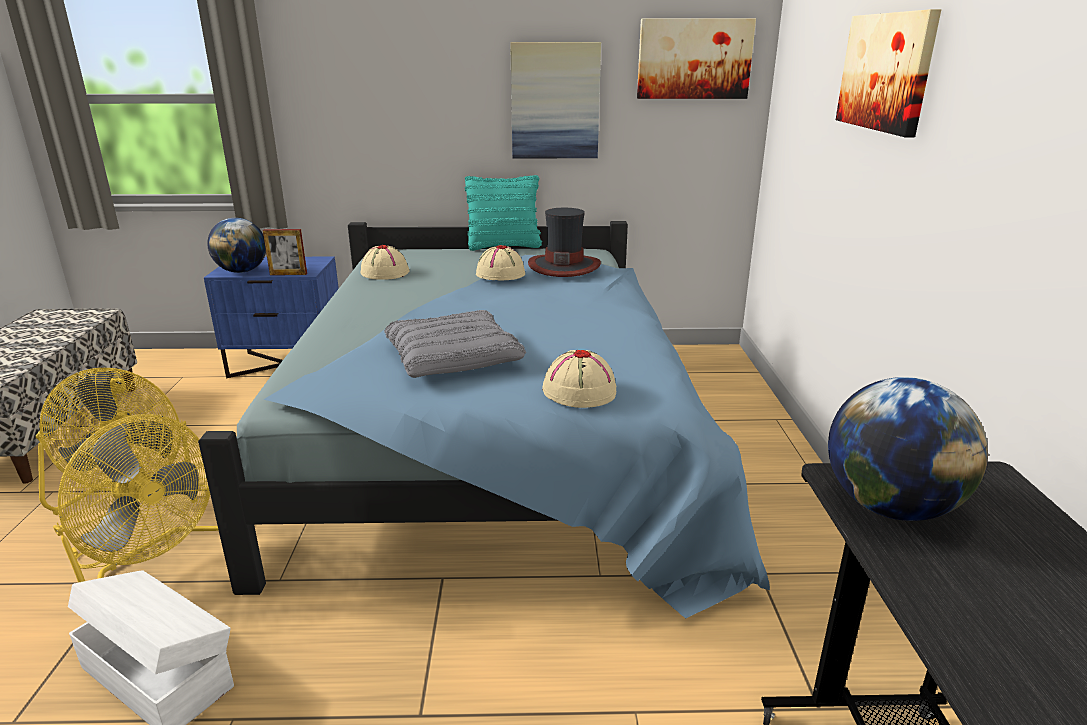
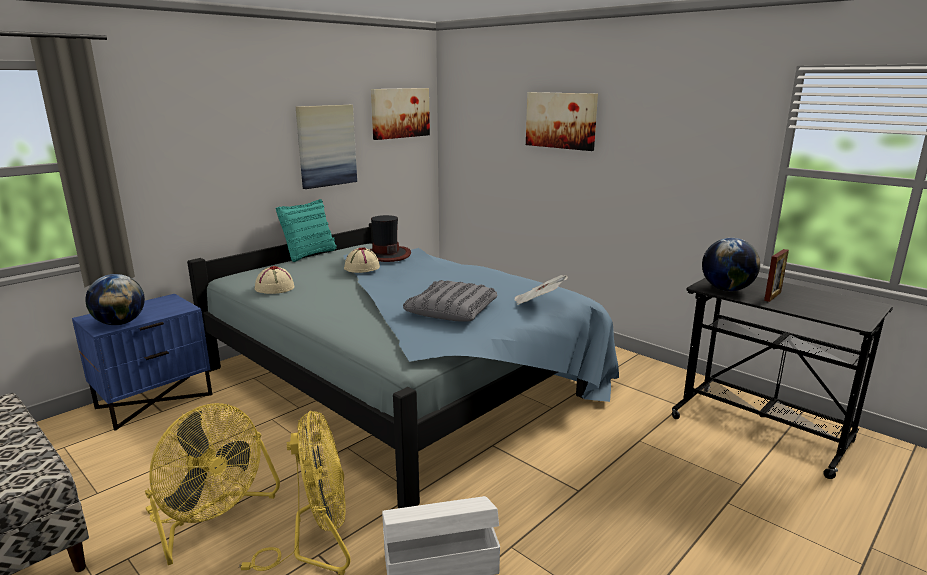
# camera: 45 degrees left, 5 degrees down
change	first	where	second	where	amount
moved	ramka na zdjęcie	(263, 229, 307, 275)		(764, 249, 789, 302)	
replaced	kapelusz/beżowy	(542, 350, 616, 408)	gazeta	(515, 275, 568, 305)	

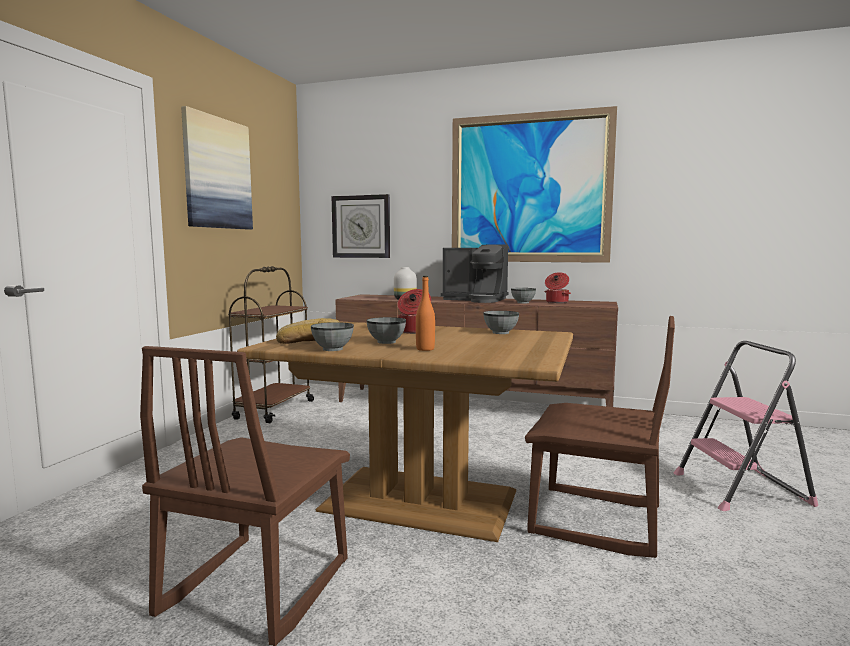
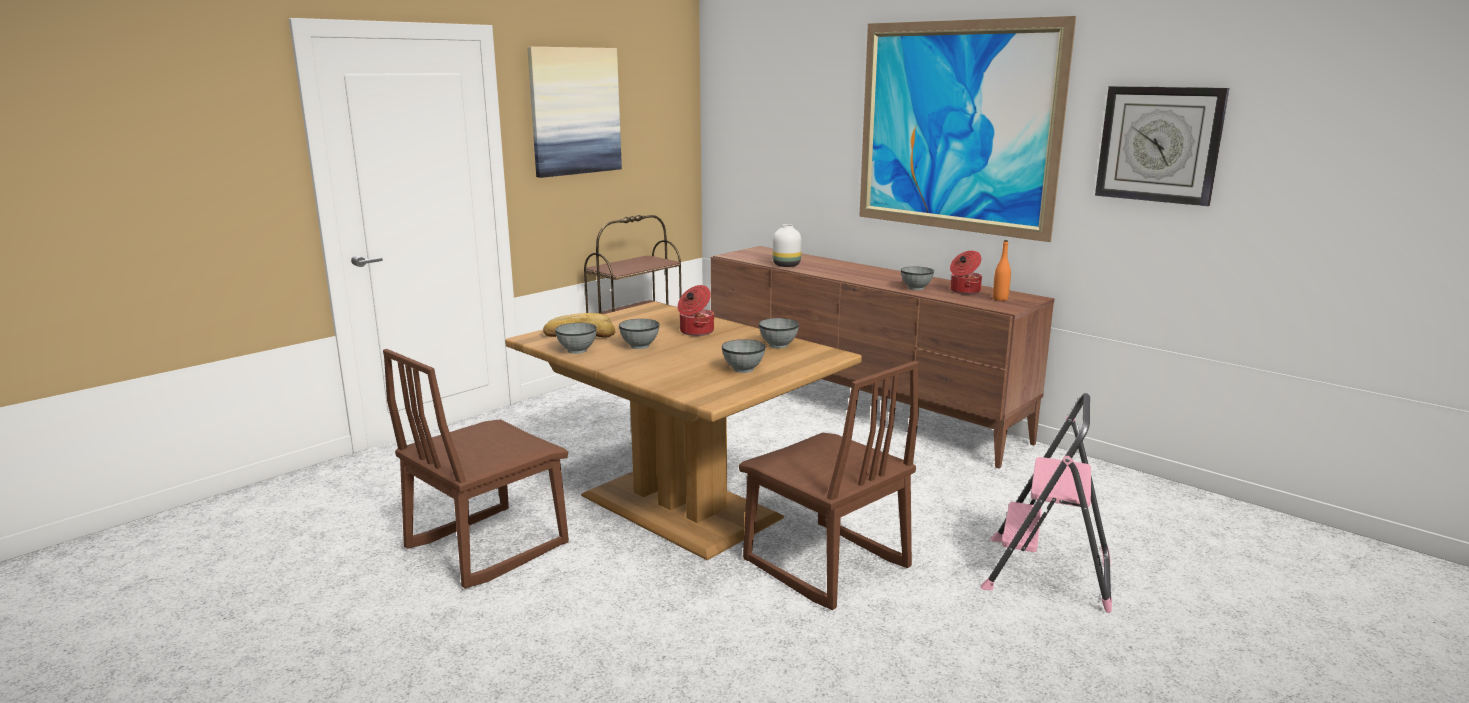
# camera: 25 degrees right, 10 degrees up
change	first	where	second	where	amount
moved	zegar ścienny	(332, 194, 390, 258)		(1095, 86, 1229, 206)	
moved	butelka/pomarańczowy	(416, 276, 435, 351)		(993, 240, 1011, 301)	
removed	ekspres do kawy	(441, 245, 508, 303)			
added			miska/szary	(722, 339, 765, 373)	

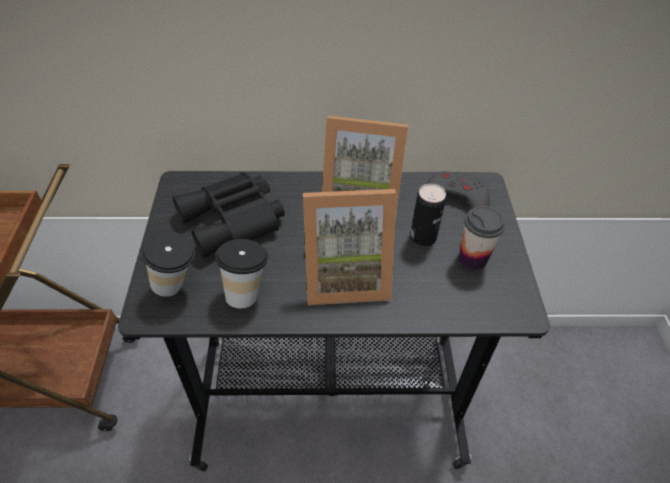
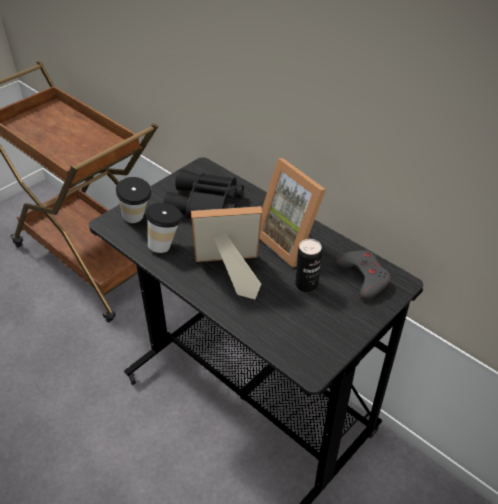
# camera: 45 degrees right, 5 degrees down
change	first	where	second	where	amount
turned	ramka na zdjęcie	(303, 189, 397, 305)		(191, 206, 262, 299)	135 degrees clockwise
removed	filiżanka	(459, 206, 506, 270)			

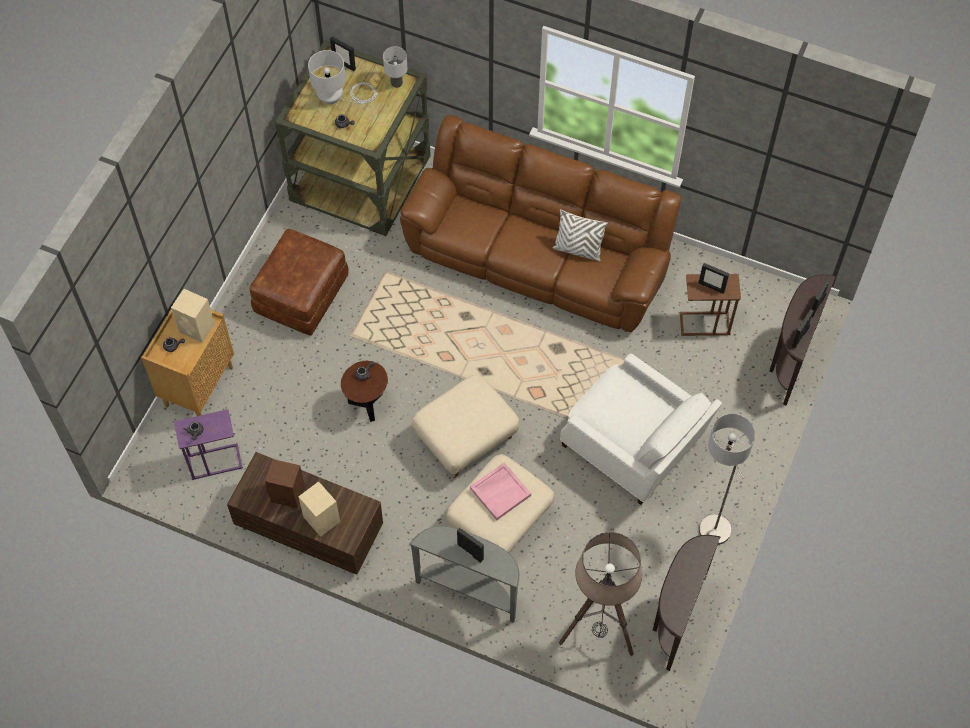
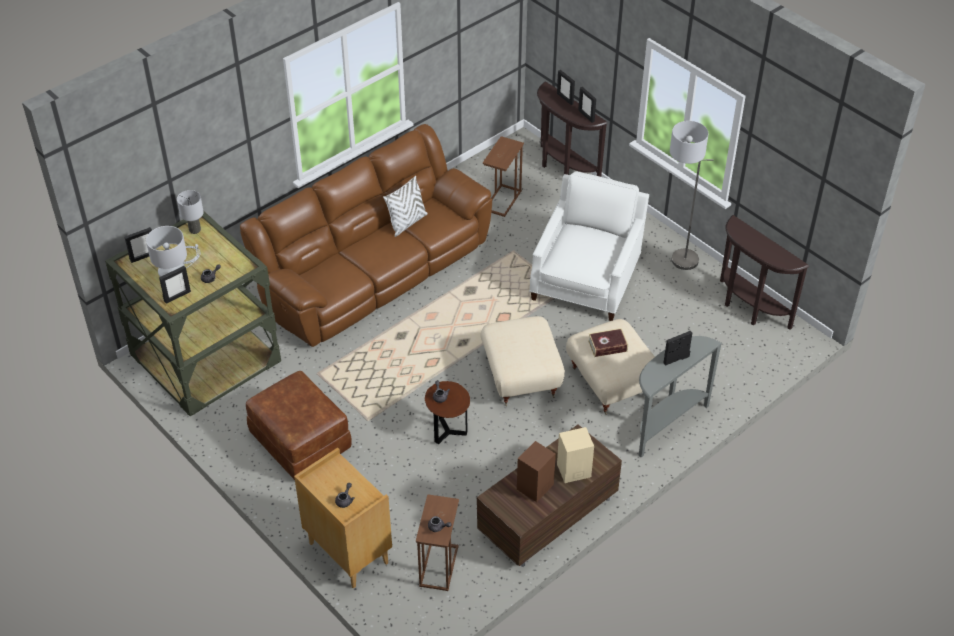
# camera: 65 degrees left, 15 degrees down
change	first	where	second	where	amount
removed	głośnik/beżowy	(171, 289, 215, 343)			
recoloured	stolik/fioletowy	(174, 409, 243, 480)	stolik/brązowy	(416, 494, 459, 591)	
replaced	taca/różowy	(470, 462, 531, 520)	książka	(588, 328, 628, 357)	
removed	lampa stojąca	(559, 532, 642, 656)			
turned	fotel/biały	(560, 353, 722, 505)		(530, 171, 649, 321)	45 degrees counterclockwise
moved	ramka na zdjęcie	(699, 263, 729, 294)		(159, 266, 191, 304)	

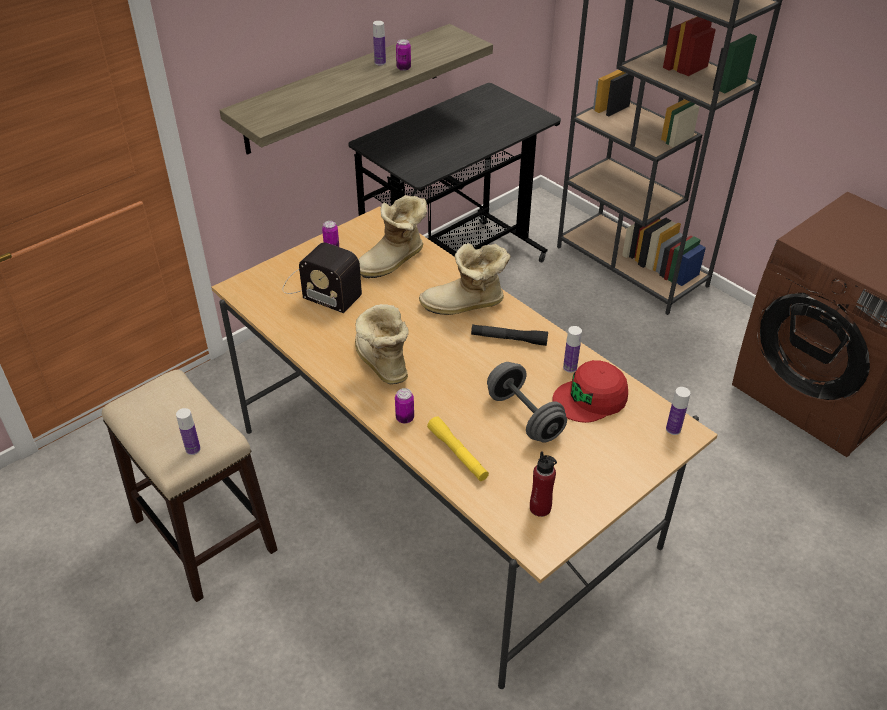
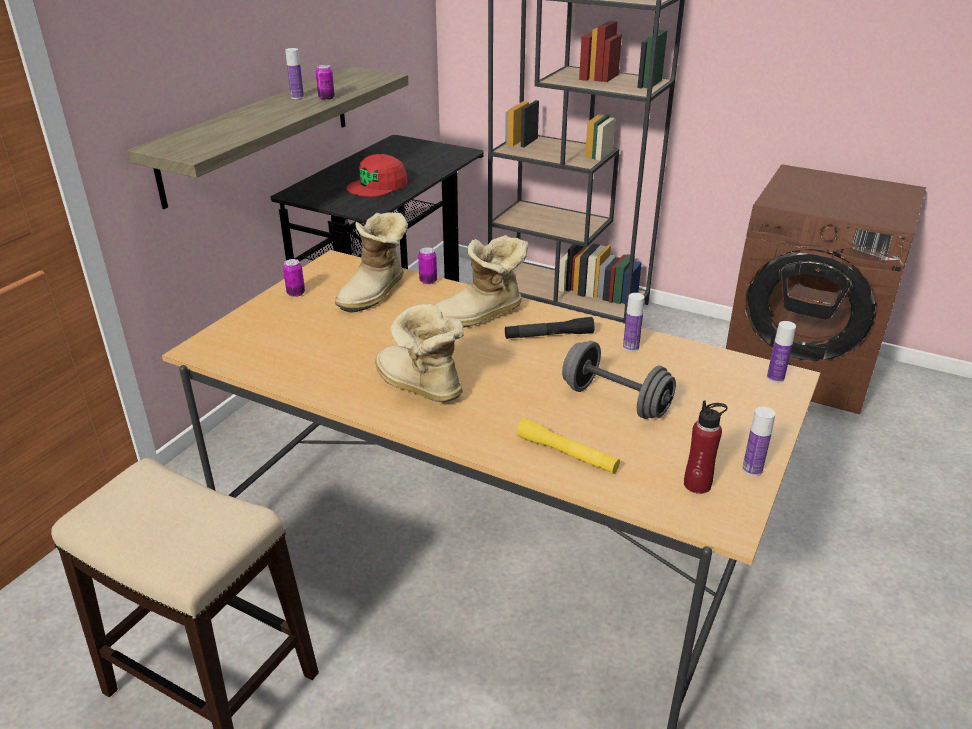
# camera: 20 degrees left, 10 degrees down
change	first	where	second	where	amount
moved	butelka	(176, 408, 201, 455)		(742, 407, 775, 476)	
removed	radio	(283, 242, 362, 313)			
moved	puszka	(395, 388, 414, 424)		(418, 247, 437, 284)	
moved	czapka z daszkiem/czerwony	(553, 360, 628, 423)		(346, 154, 408, 197)	

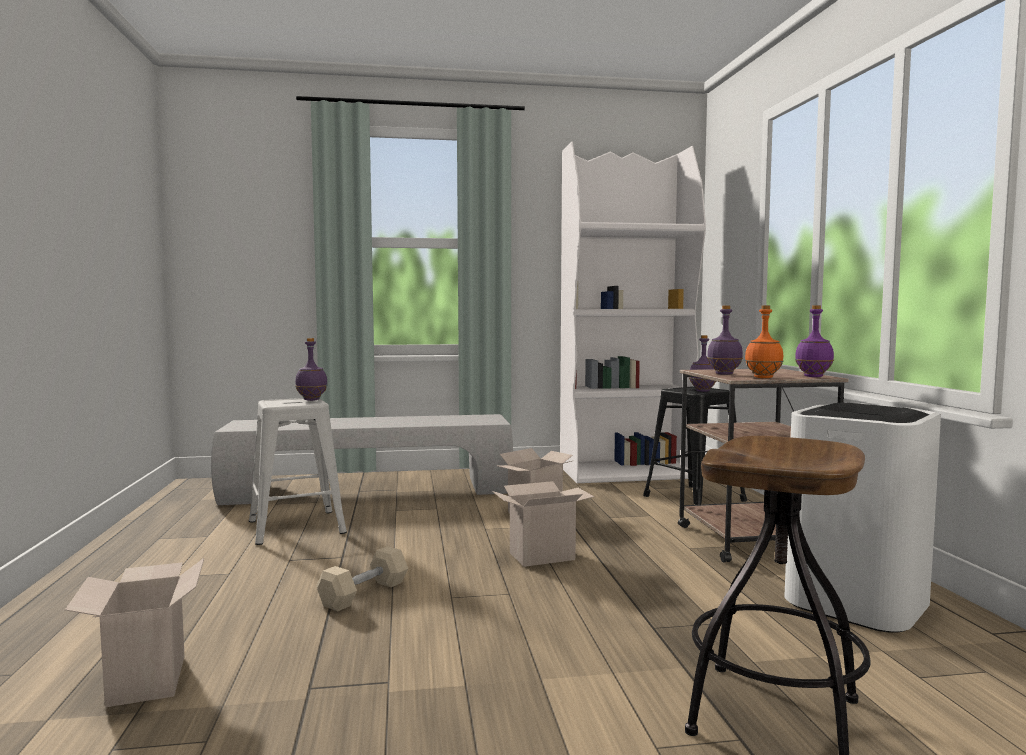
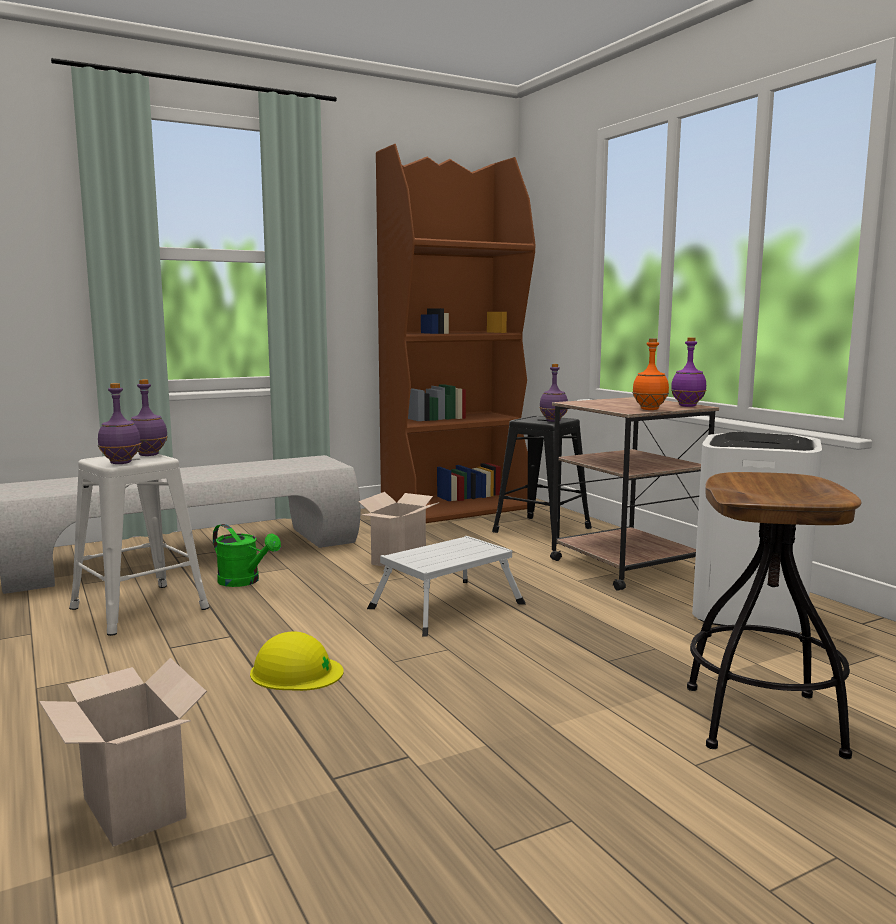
# camera: 20 degrees left, 5 degrees up
change	first	where	second	where	amount
replaced	hantel/beżowy	(316, 546, 408, 611)	kask/żółty	(250, 631, 344, 691)	
replaced	karton	(492, 481, 594, 567)	drabinka/biały	(367, 536, 526, 637)	
recoloured	regał/biały	(560, 141, 706, 483)	regał/brązowy	(376, 144, 535, 523)	
moved	butelka/fioletowy	(707, 305, 743, 375)		(98, 383, 141, 464)	
added			konewka/zielony	(213, 524, 281, 587)	

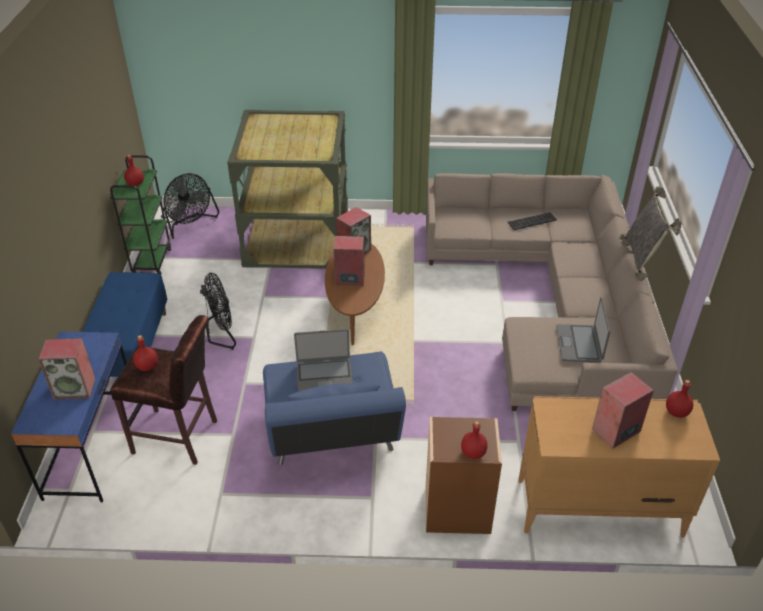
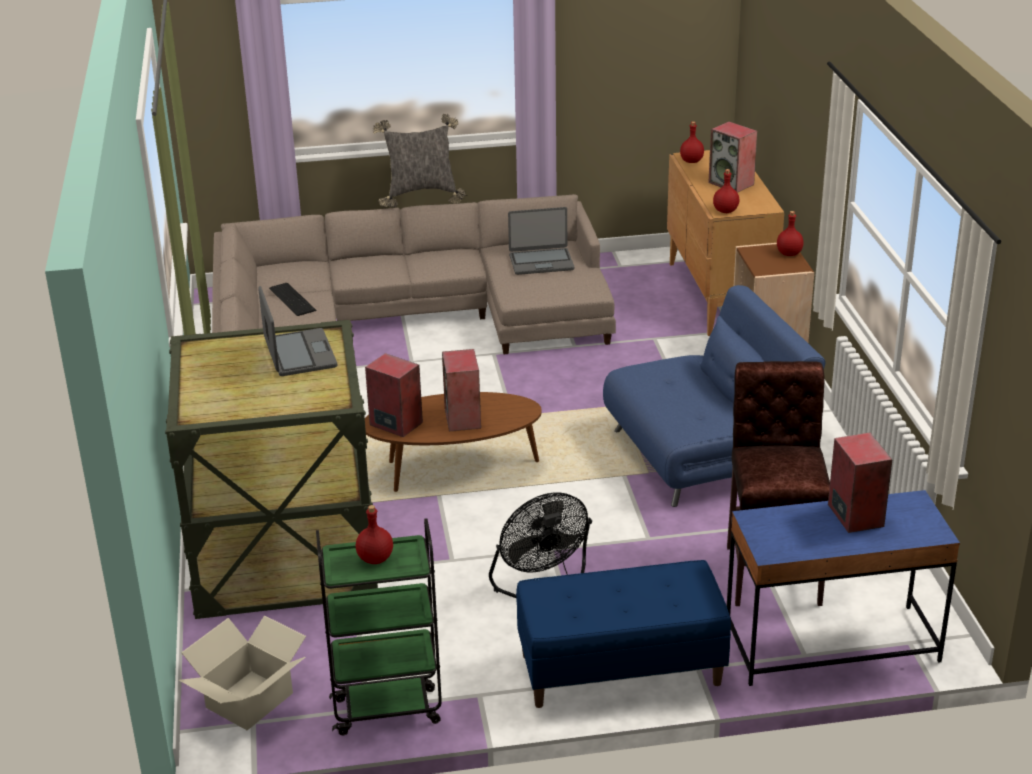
# camera: 100 degrees left, 10 degrees down
change	first	where	second	where	amount
moved	butelka/czerwony	(133, 335, 158, 371)		(713, 169, 739, 213)	
replaced	wentylator/czarny	(161, 173, 219, 239)	karton	(179, 616, 306, 730)	
moved	laptop	(294, 329, 353, 392)		(258, 286, 337, 376)	

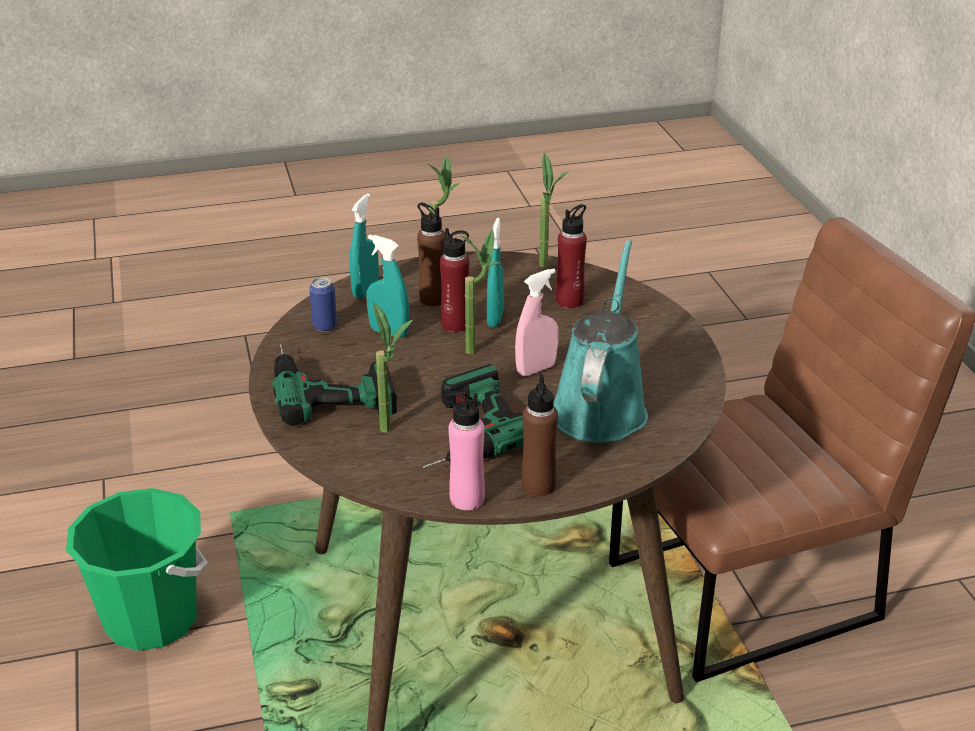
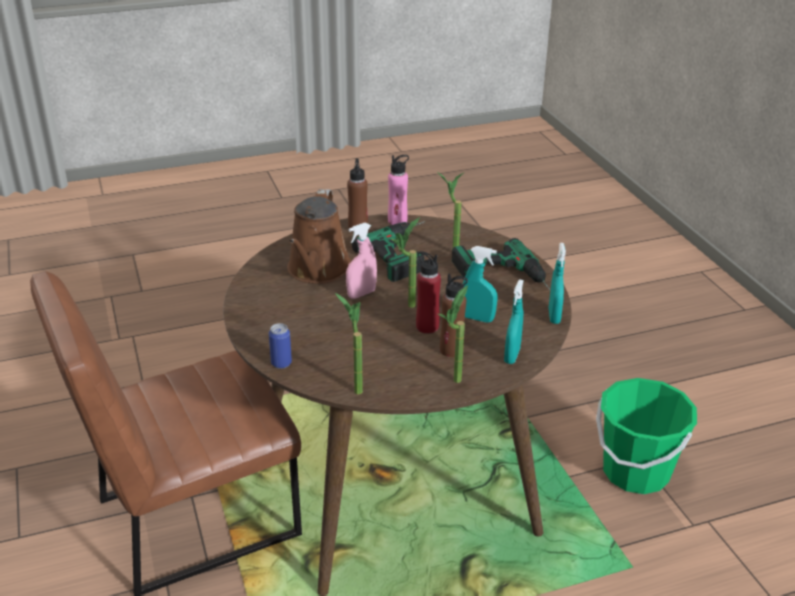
# camera: 175 degrees right, 0 degrees up
change	first	where	second	where	amount
moved	puszka	(309, 277, 337, 332)		(269, 323, 292, 369)	
moved	spryskiwacz/turkusowy	(487, 218, 504, 327)		(549, 243, 566, 324)	
recoloured	konewka/turkusowy	(553, 239, 648, 443)	konewka/brązowy	(287, 189, 351, 284)	
removed	butelka/czerwony	(556, 204, 587, 308)			

